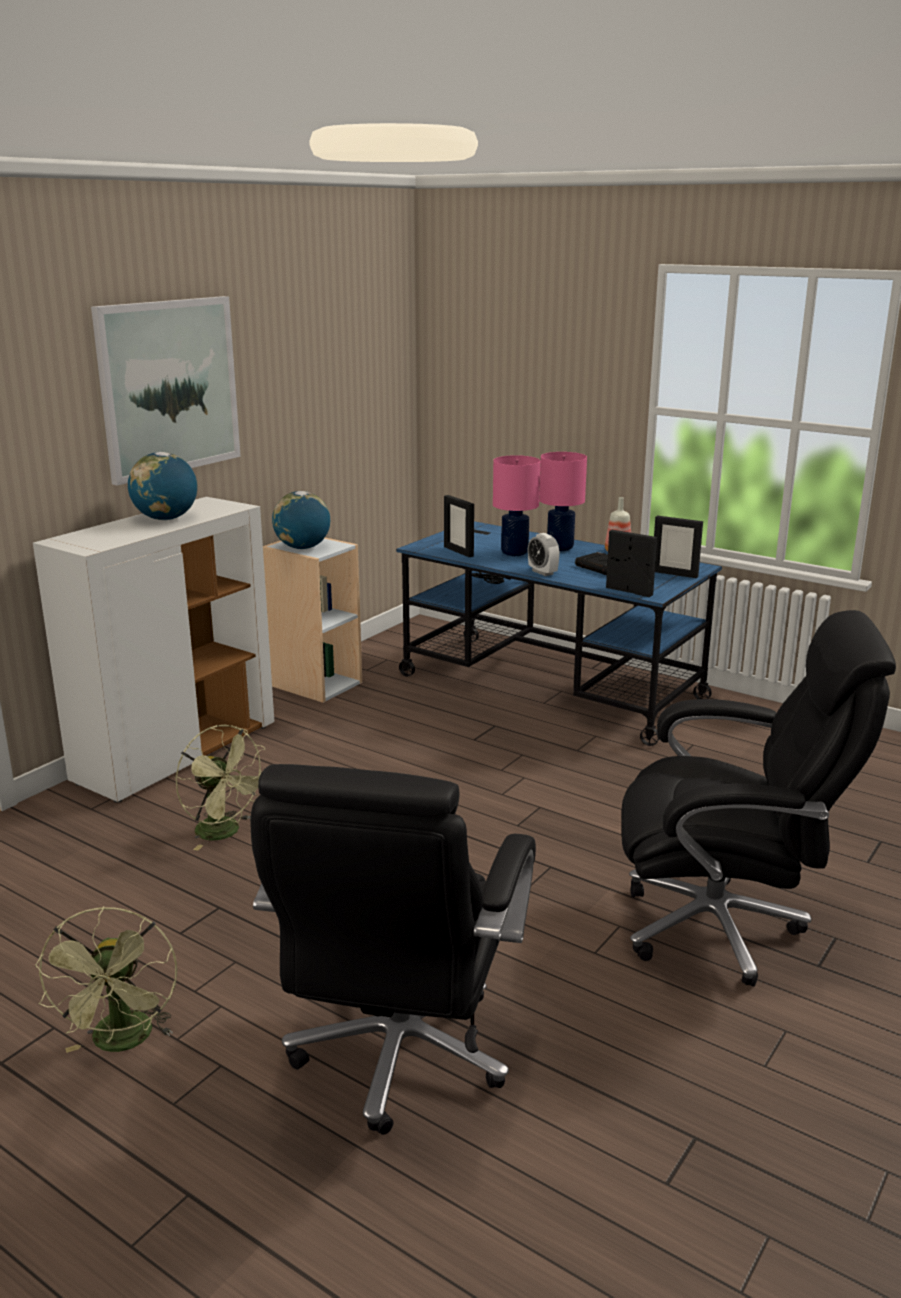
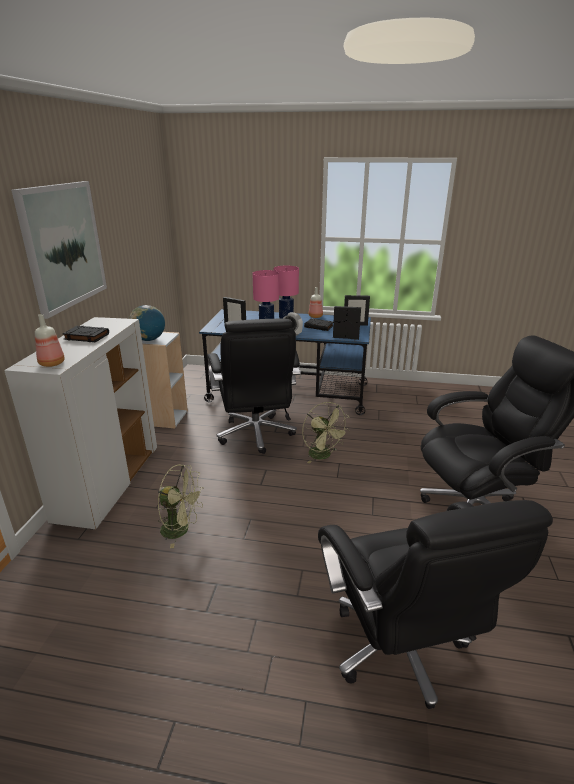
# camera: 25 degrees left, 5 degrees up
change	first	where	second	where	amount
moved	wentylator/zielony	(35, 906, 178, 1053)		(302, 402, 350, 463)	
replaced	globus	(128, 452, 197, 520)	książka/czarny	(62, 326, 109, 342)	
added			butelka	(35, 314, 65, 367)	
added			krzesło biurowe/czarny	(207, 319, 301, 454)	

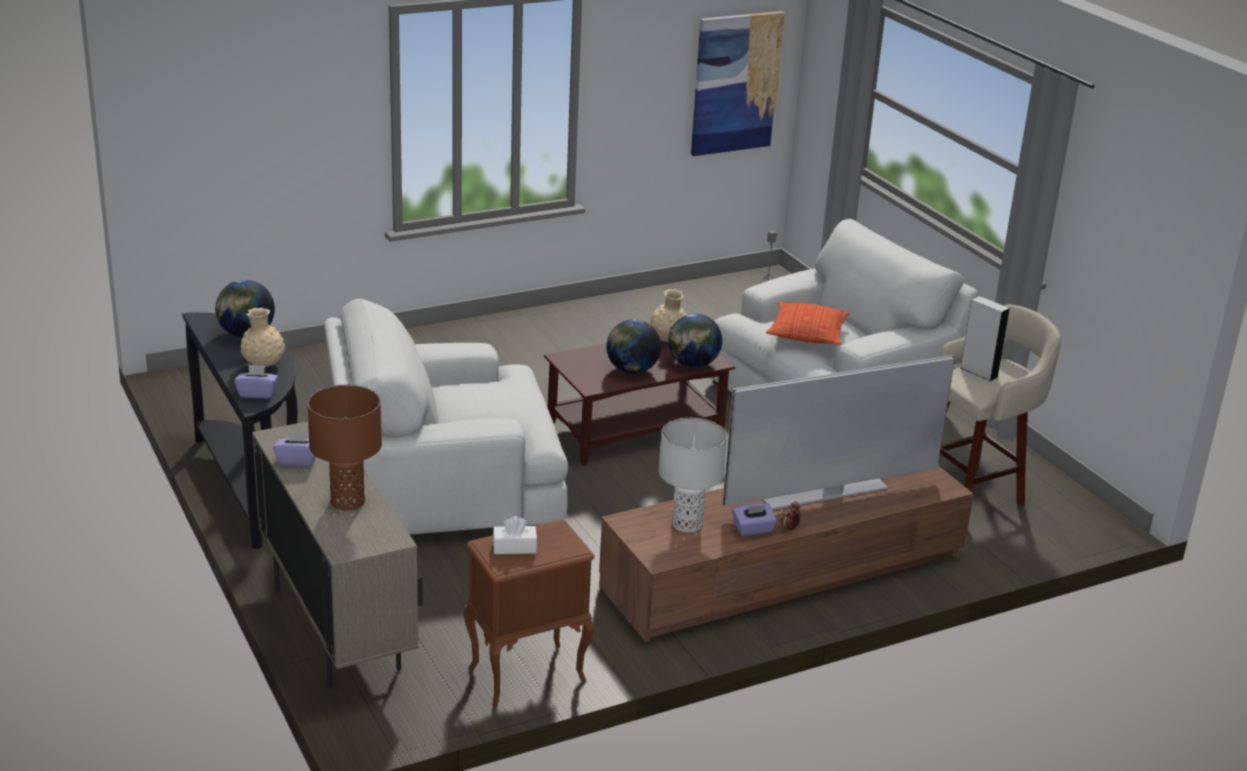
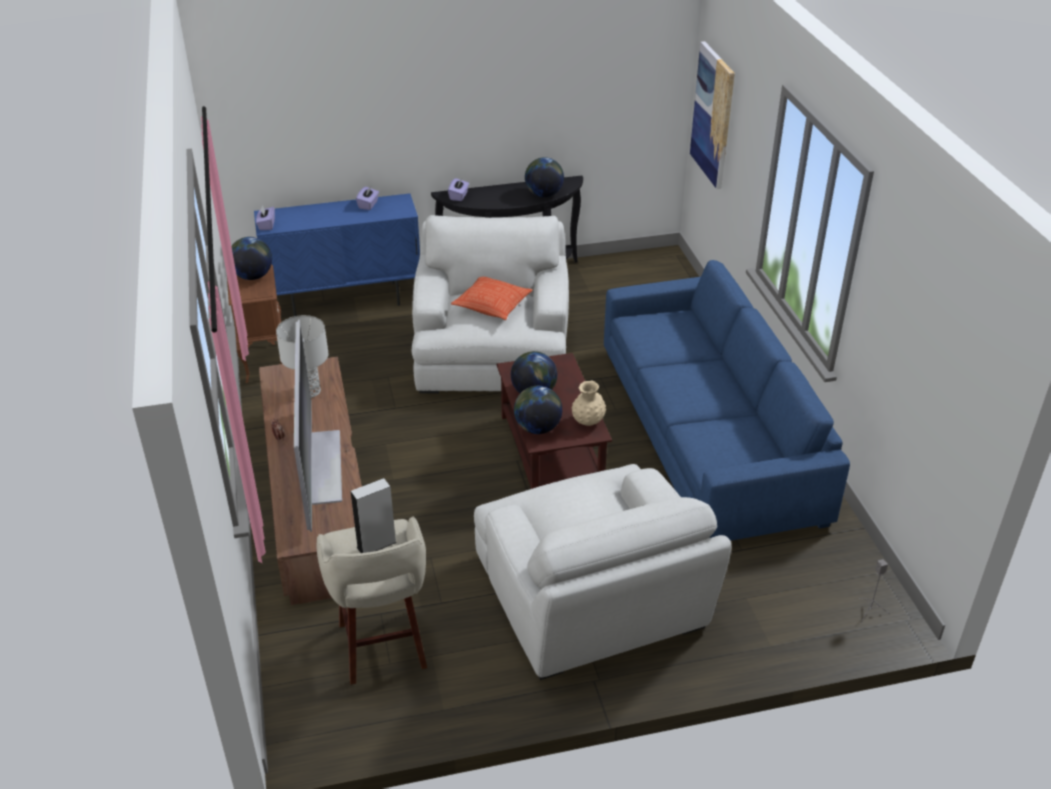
# camera: 105 degrees right, 10 degrees up
change	first	where	second	where	amount
removed	wazon/beżowy	(240, 308, 285, 367)			
recoloured	szafka/beżowy	(252, 421, 423, 689)	szafka/niebieski	(254, 193, 420, 316)	
removed	lampa stołowa/brązowy	(308, 385, 382, 511)			
replaced	pudełko chusteczek/biały	(493, 516, 537, 554)	globus	(231, 237, 272, 280)	
moved	obraz	(691, 11, 785, 156)		(690, 41, 735, 189)	
moved	pudełko chusteczek/fioletowy	(732, 503, 777, 536)		(256, 205, 275, 230)	
moved	poduszka/pomarańczowy	(766, 302, 849, 345)		(451, 277, 533, 320)	
added			kanapa/niebieski	(604, 260, 850, 541)	

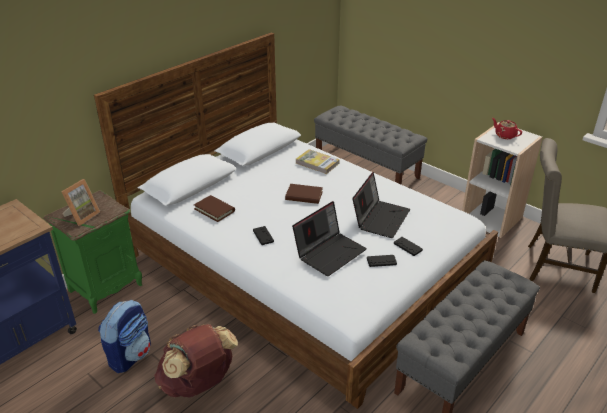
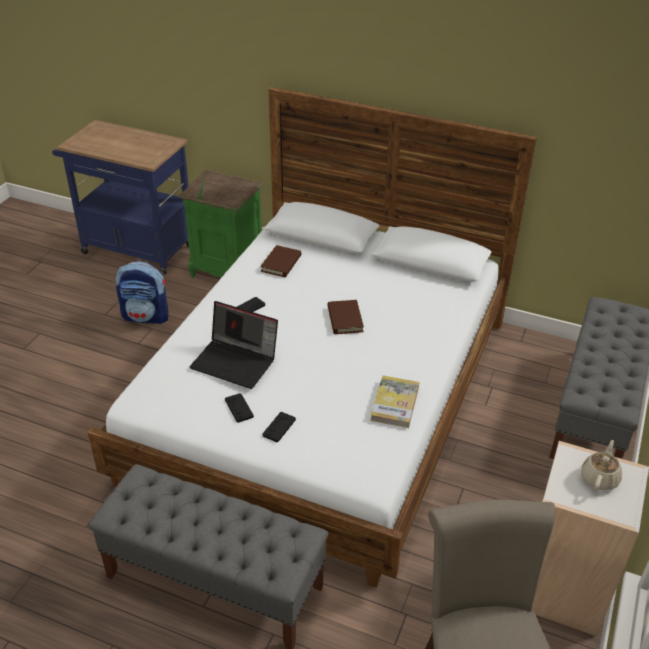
# camera: 70 degrees right, 5 degrees up
change	first	where	second	where	amount
removed	ramka na zdjęcie	(62, 179, 100, 226)			
removed	plecak/brązowy	(154, 324, 238, 398)			
moved	książka	(296, 149, 340, 174)		(370, 376, 419, 428)	
removed	laptop	(352, 172, 410, 238)			
recoloured	imbryk/czerwony	(492, 118, 522, 139)	imbryk/beżowy	(581, 440, 622, 491)	

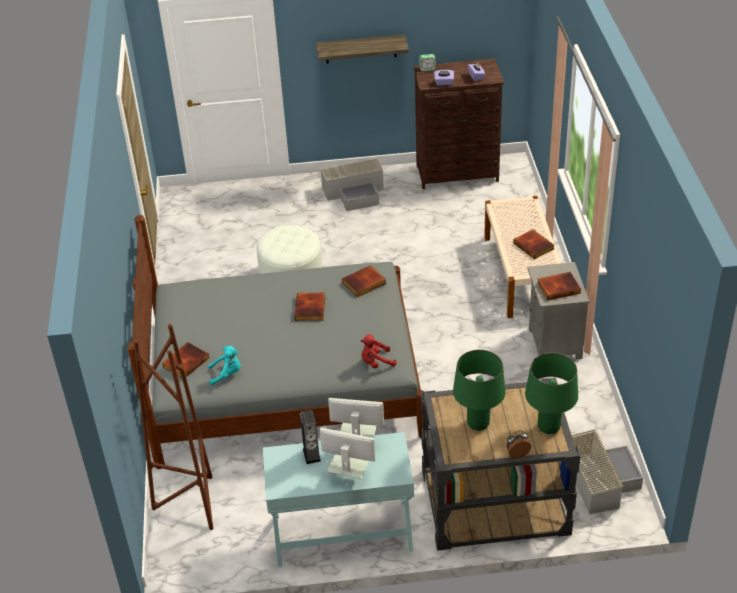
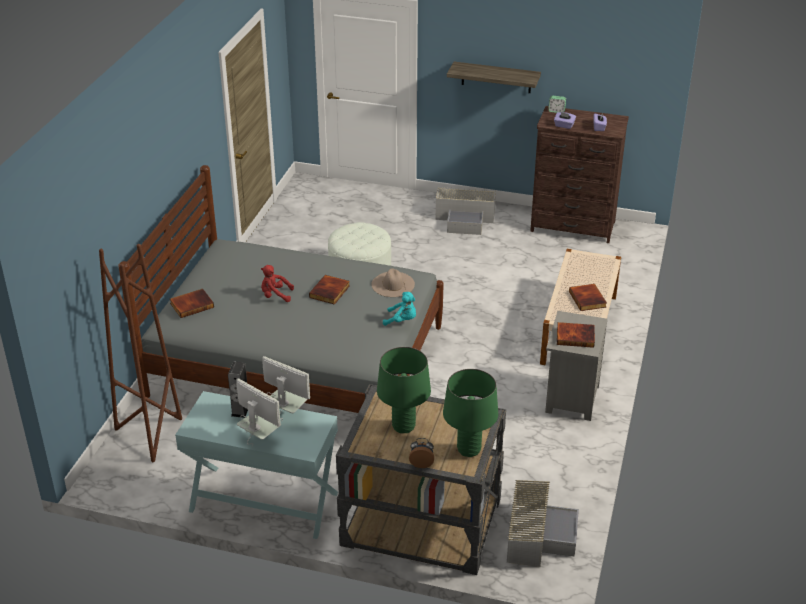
# camera: 20 degrees right, 5 degrees down
change	first	where	second	where	amount
moved	pluszak/turkusowy	(208, 346, 241, 385)		(383, 292, 416, 326)	
replaced	książka	(342, 265, 386, 297)	kapelusz/beżowy	(371, 268, 415, 297)	
moved	pluszak/czerwony	(361, 334, 397, 368)		(261, 265, 294, 302)	

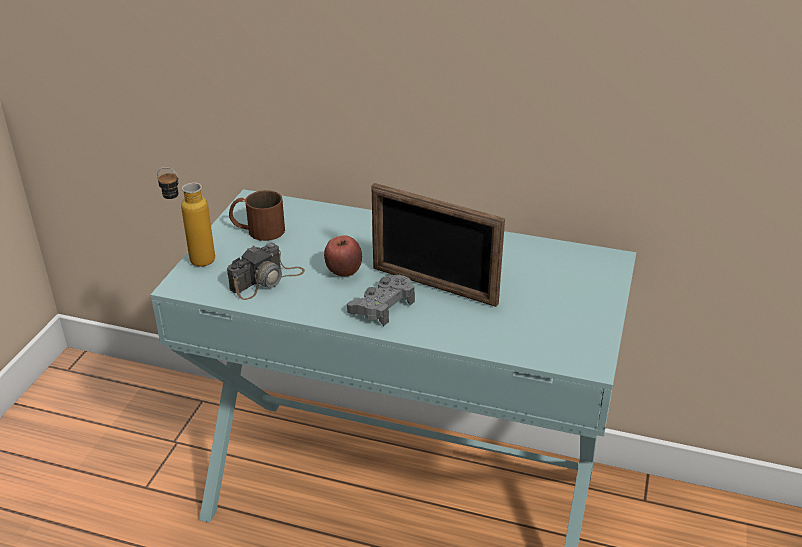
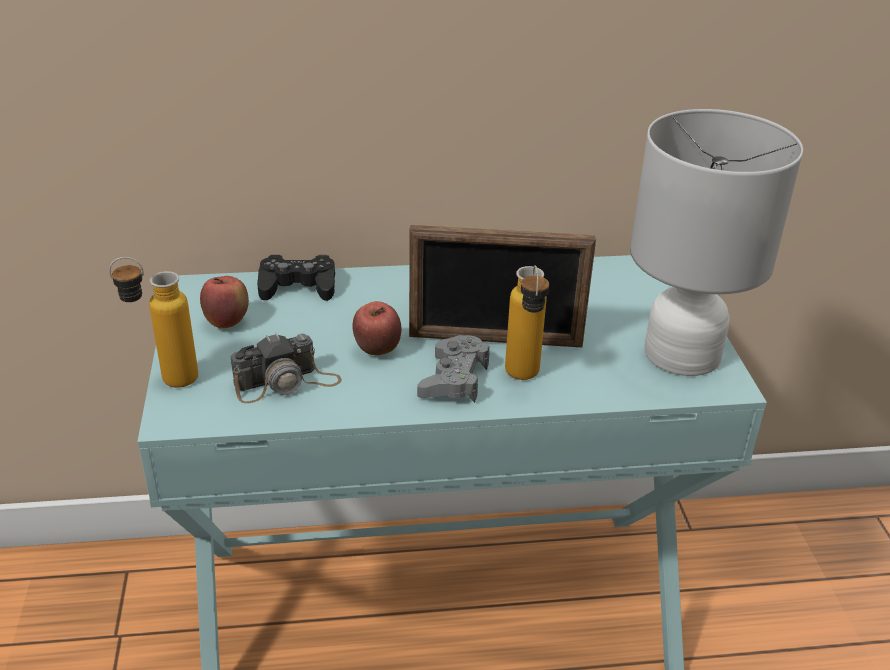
# camera: 25 degrees left, 0 degrees up
change	first	where	second	where	amount
turned	aparat fotograficzny	(227, 242, 305, 300)		(231, 333, 342, 403)	45 degrees clockwise
replaced	kubek/brązowy	(229, 190, 285, 241)	jabłko	(200, 276, 249, 328)	
added			pad do gier/czarny	(257, 255, 335, 301)	
added			butelka	(505, 265, 549, 380)	
added			lampa stołowa/szary	(630, 109, 803, 376)	

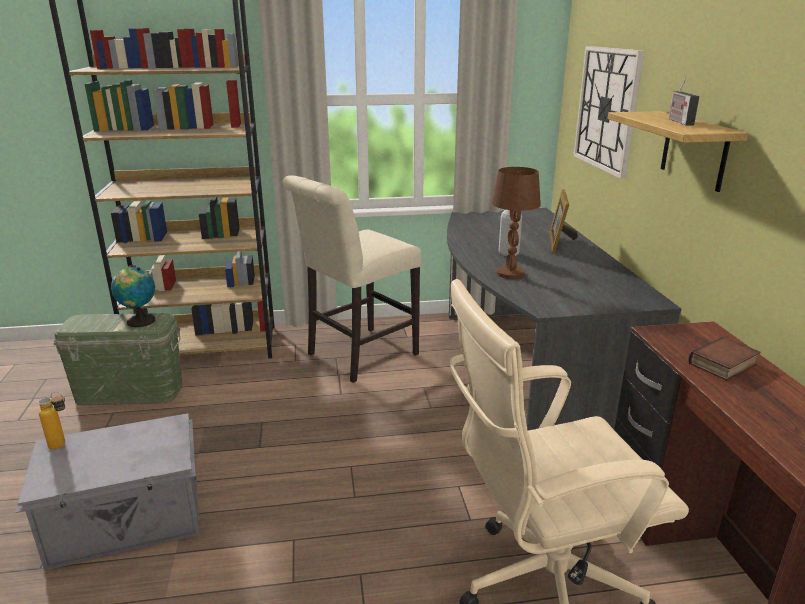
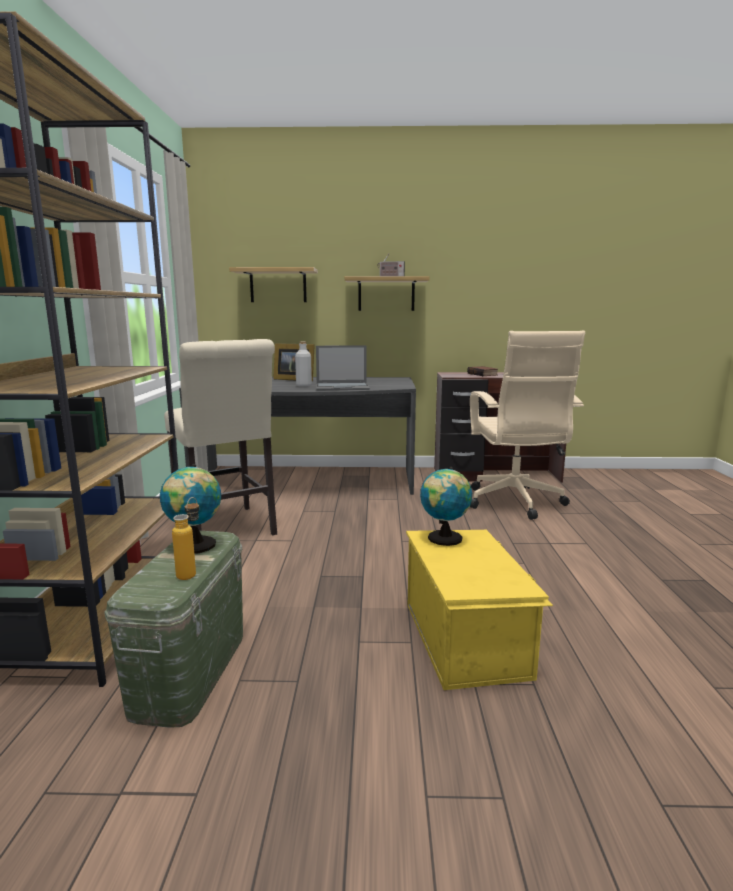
# camera: 80 degrees left, 10 degrees down
change	first	where	second	where	amount
recoloured	pojemnik do przechowywania/szary	(15, 413, 200, 571)	pojemnik do przechowywania/żółty	(406, 530, 553, 690)	
moved	butelka	(38, 392, 65, 449)		(172, 497, 199, 580)	
replaced	lampa stołowa/brązowy	(491, 167, 541, 279)	laptop	(316, 345, 370, 390)	
replaced	zegar ścienny	(573, 46, 644, 179)	półka	(229, 267, 318, 302)	
added			globus	(420, 467, 472, 546)	

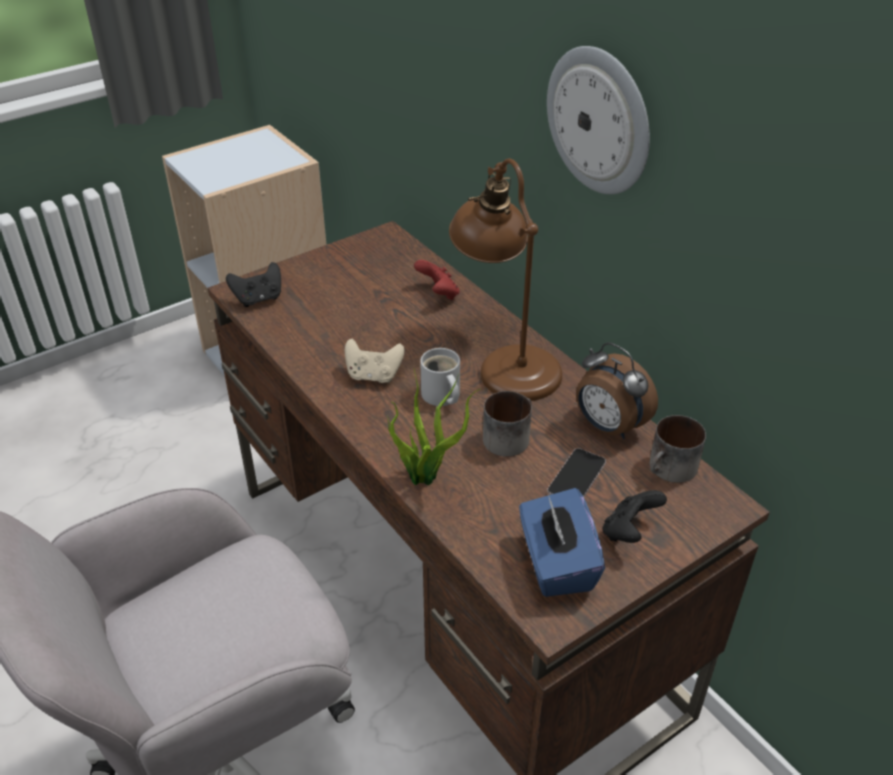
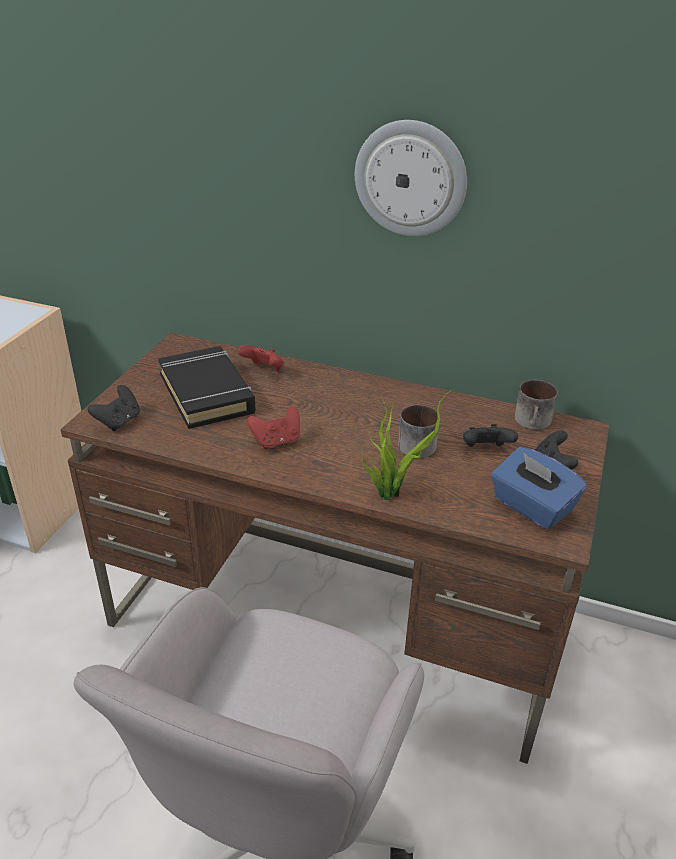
# camera: 35 degrees left, 5 degrees down
change	first	where	second	where	amount
recoloured	pad do gier/beżowy	(345, 339, 405, 383)	pad do gier/czerwony	(247, 406, 300, 449)	
removed	kubek/biały	(420, 348, 460, 406)			
removed	lampa stołowa/brązowy	(449, 158, 562, 401)			
replaced	telefon	(547, 448, 606, 497)	pad do gier/czarny	(463, 424, 518, 447)	
removed	budzik	(576, 342, 658, 439)			
added			książka/czarny	(158, 346, 256, 429)	

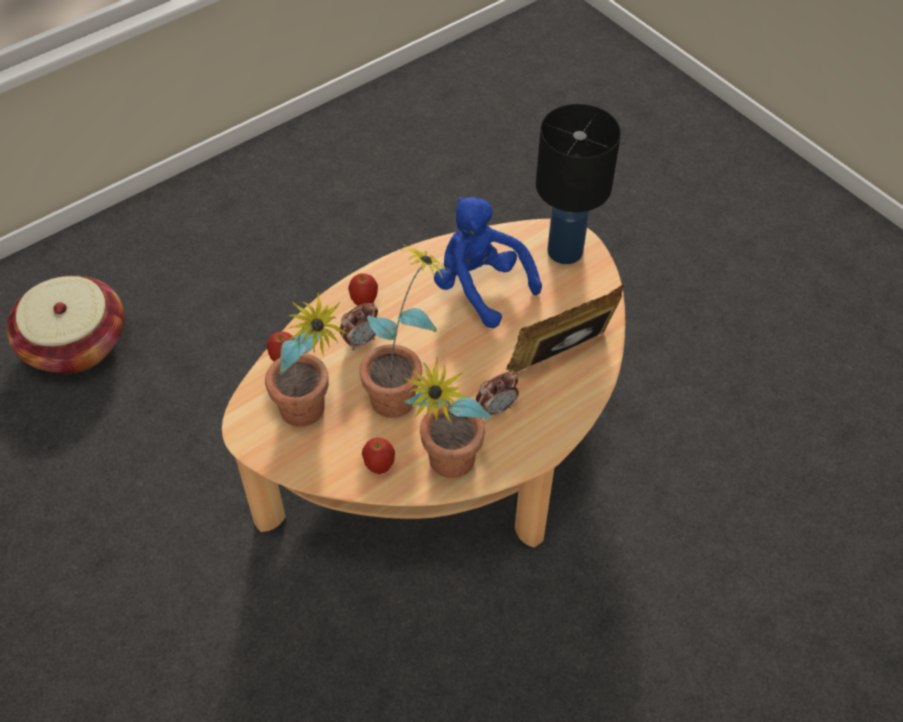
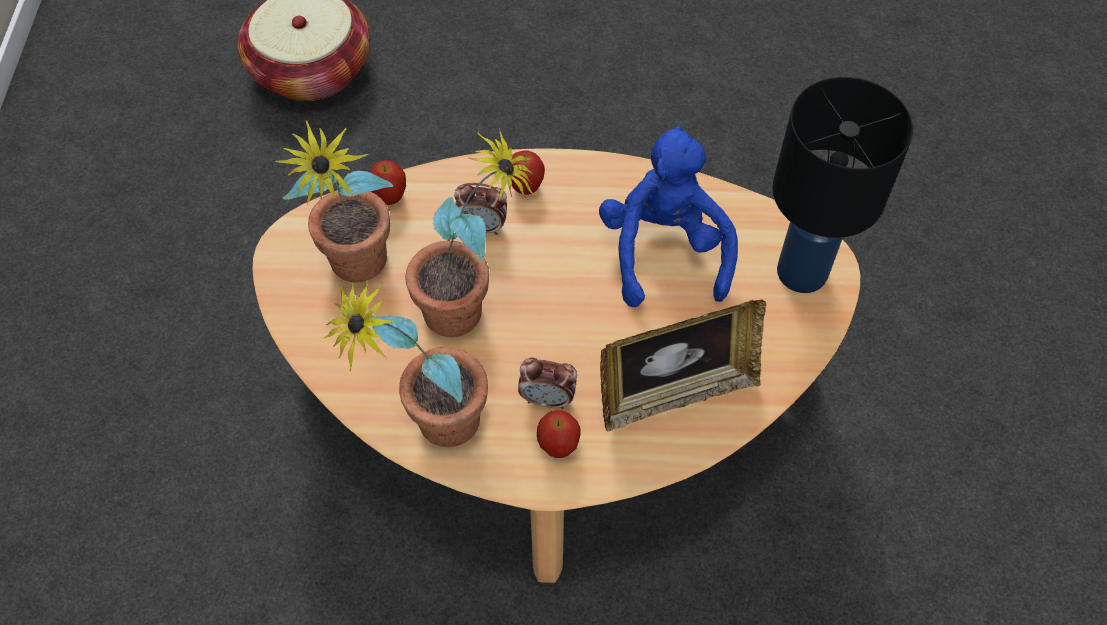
# camera: 40 degrees right, 5 degrees up
change	first	where	second	where	amount
moved	jabłko	(362, 438, 395, 474)		(537, 410, 580, 458)	
turned	ramka na zdjęcie	(506, 284, 624, 372)		(600, 300, 766, 432)	150 degrees clockwise

